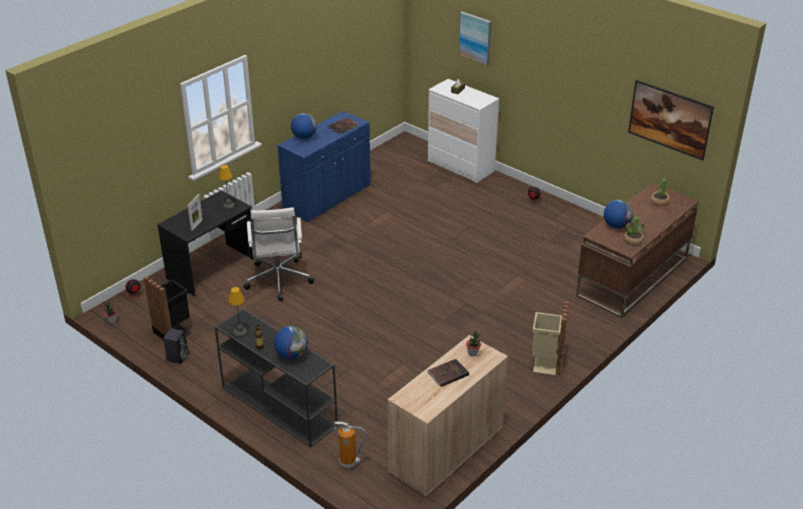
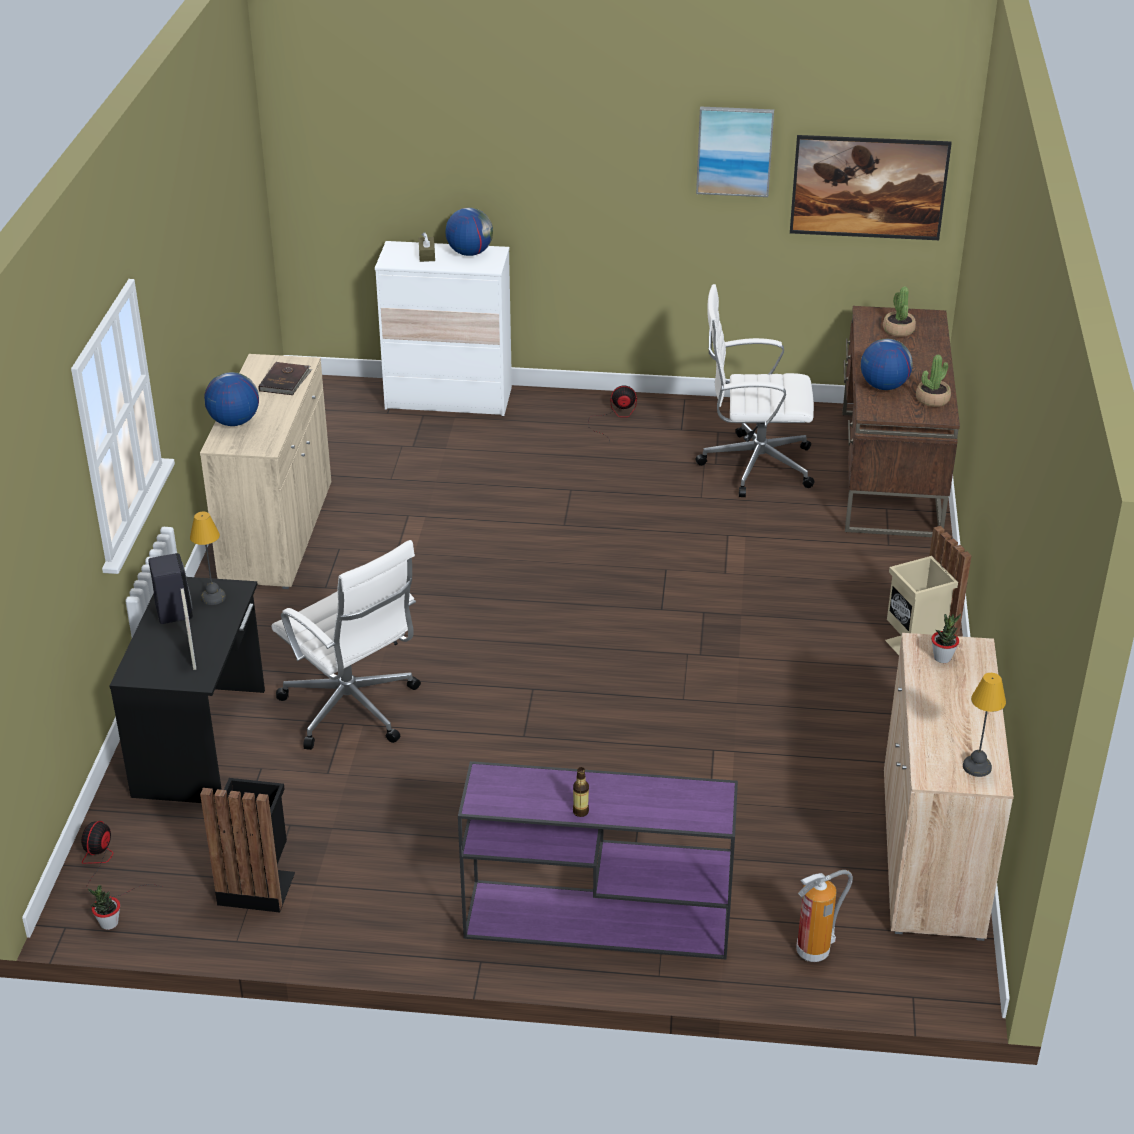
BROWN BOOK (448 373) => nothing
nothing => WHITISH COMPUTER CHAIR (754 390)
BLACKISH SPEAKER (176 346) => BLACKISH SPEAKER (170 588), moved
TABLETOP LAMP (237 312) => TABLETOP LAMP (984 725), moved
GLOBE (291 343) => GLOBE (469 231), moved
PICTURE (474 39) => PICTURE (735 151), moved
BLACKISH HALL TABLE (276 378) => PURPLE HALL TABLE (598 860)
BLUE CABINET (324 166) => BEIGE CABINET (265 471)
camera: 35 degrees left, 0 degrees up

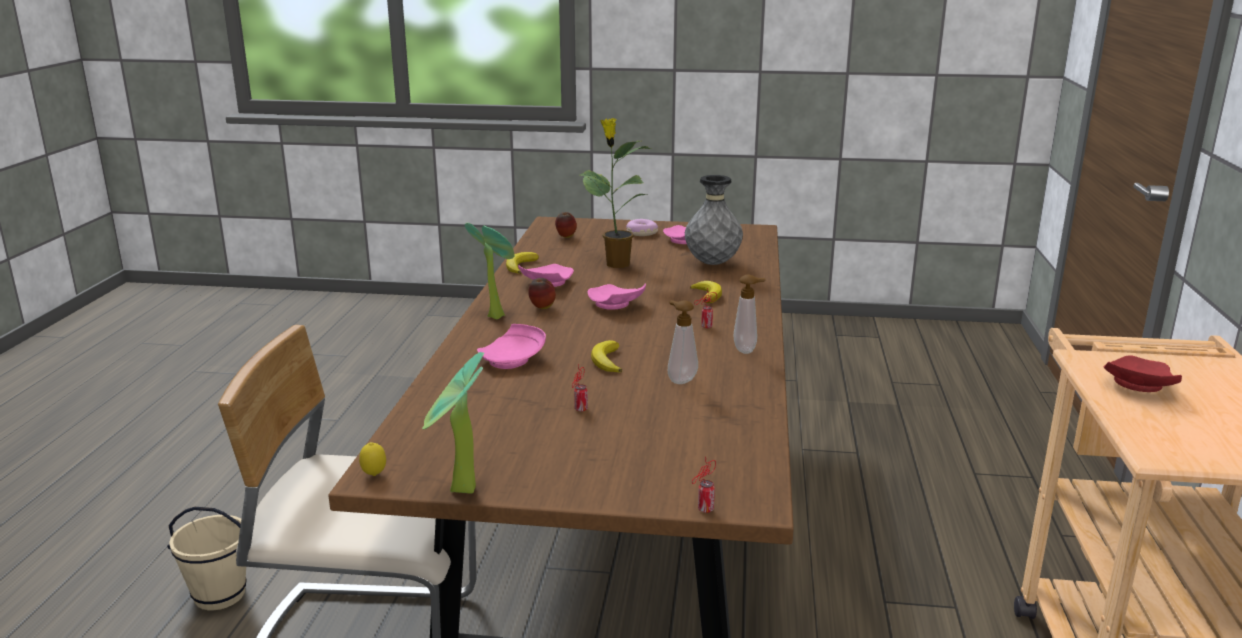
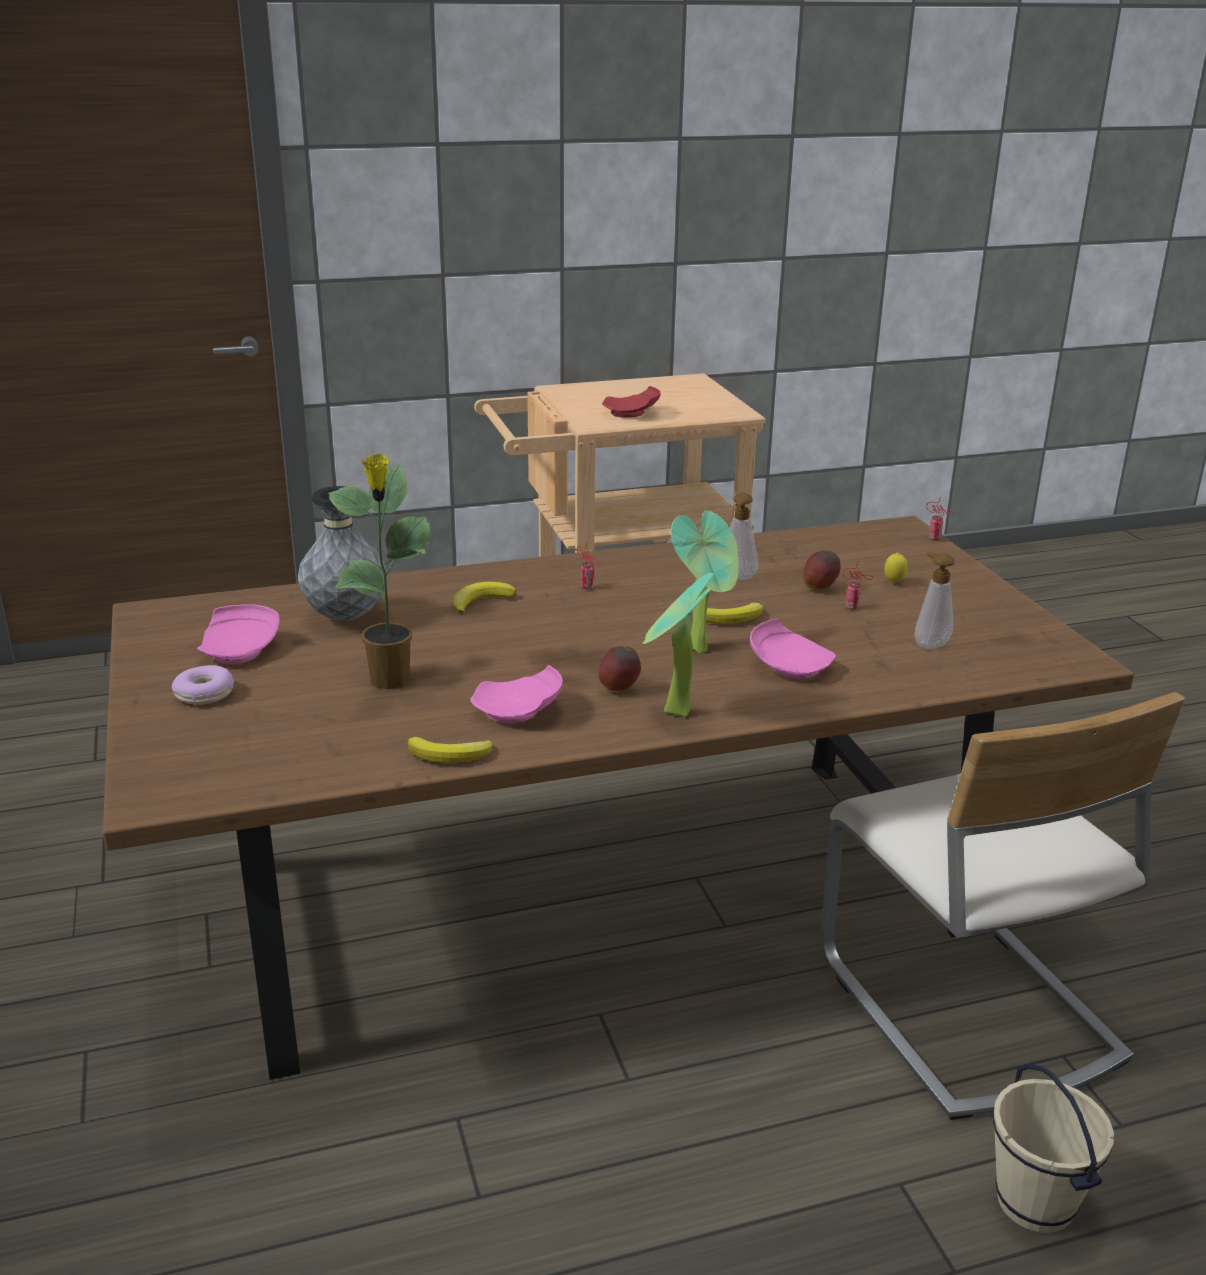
PINK-COLOURED PLATE (617 296) => nothing
LEMON (372 459) => LEMON (896 568), moved
HOUSEPLANT (453 423) => HOUSEPLANT (705 582), moved
APPLE (566 225) => APPLE (822 570), moved
SOAP BOTTLE (750 314) => SOAP BOTTLE (934 600), moved
camera: 115 degrees left, 5 degrees up

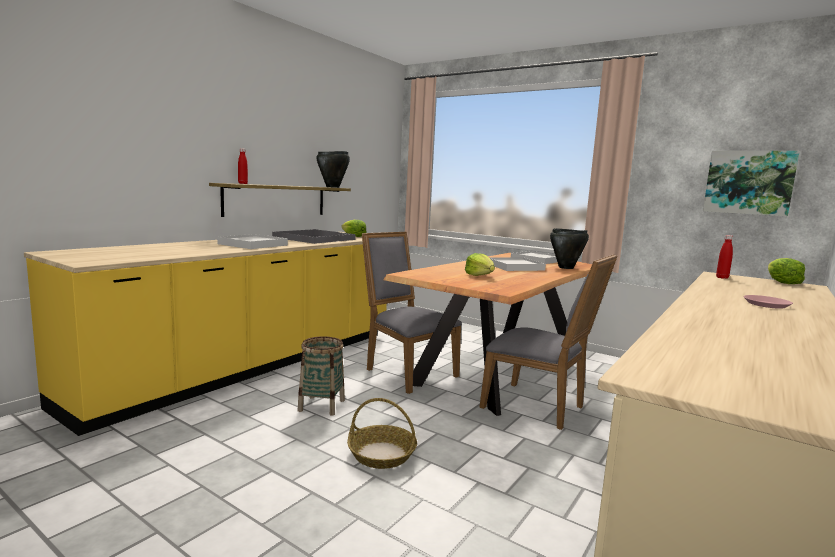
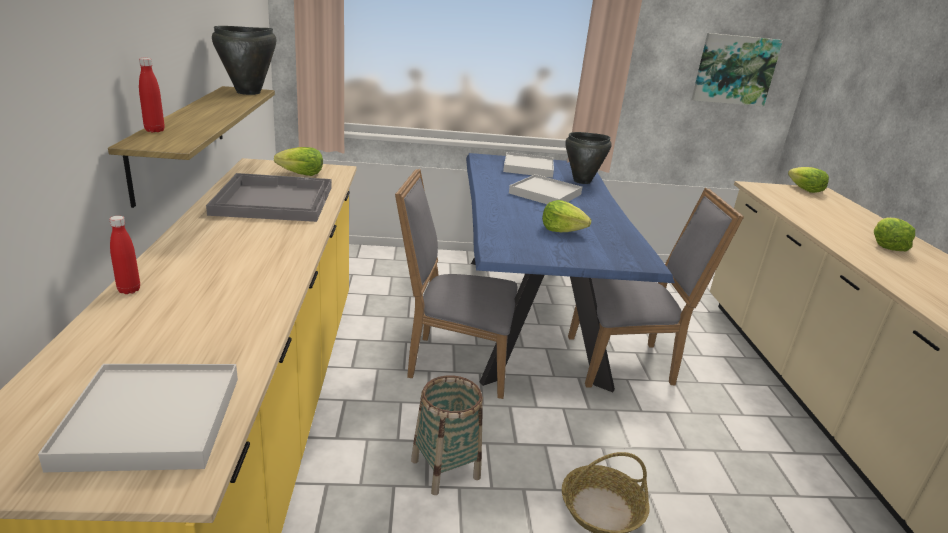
WHITISH TRAY (252 241) => WHITISH TRAY (138 418), moved
REDDISH BEVERAGE BOTTLE (724 257) => REDDISH BEVERAGE BOTTLE (124 255), moved
PINK-COLOURED PLATE (768 302) => LETTUCE HEAD (894 234)
BROWN DINING TABLE (487 334) => BLUE DINING TABLE (570 272)
camera: 40 degrees left, 15 degrees up

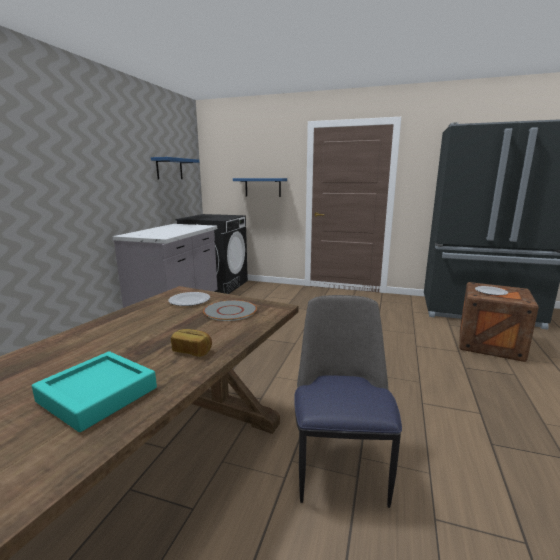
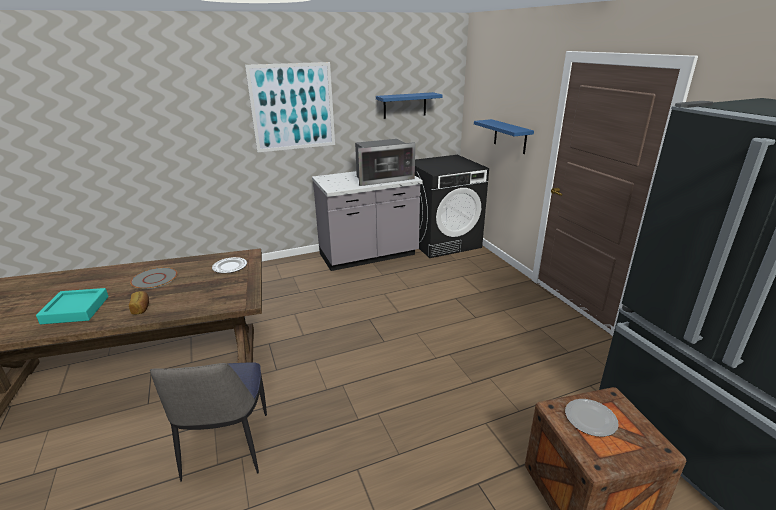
nothing => PICTURE (290 107)
nothing => MICROWAVE OVEN (385 162)
GRAY PLATE (230 310) => GRAY PLATE (153 278), moved
CHAIR (348 401) => CHAIR (208 422), 120 degrees clockwise
camera: 50 degrees right, 10 degrees up

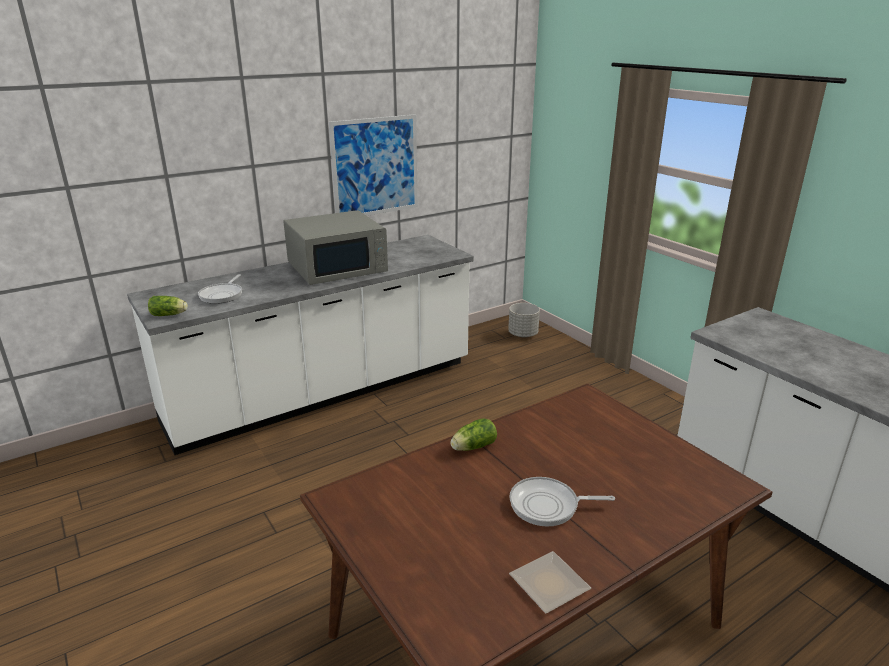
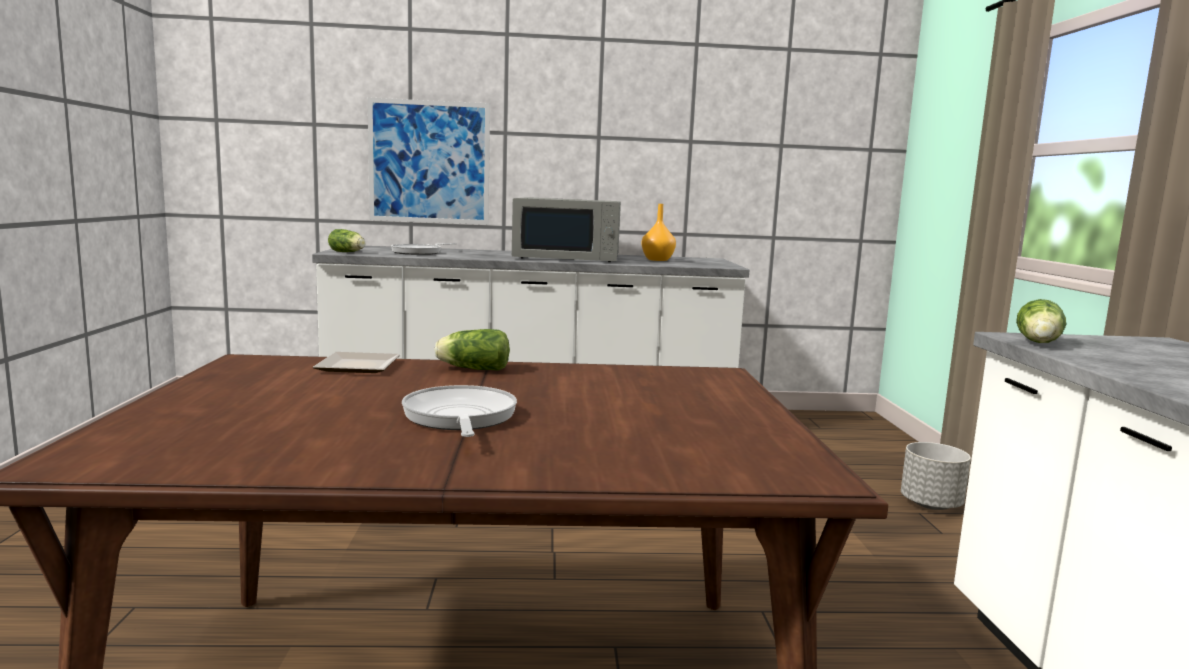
nothing => ORANGE DECORATIVE VASE (659 232)
nothing => LETTUCE HEAD (1041 321)
PICTURE (373 165) => PICTURE (429 161), moved
GRAY PLANT POT (524 320) => GRAY PLANT POT (936 476), moved
PLATE (550 582) => PLATE (356 362), moved
FRYING PAN (562 502) => FRYING PAN (459 411), 45 degrees clockwise
camera: 30 degrees right, 15 degrees down

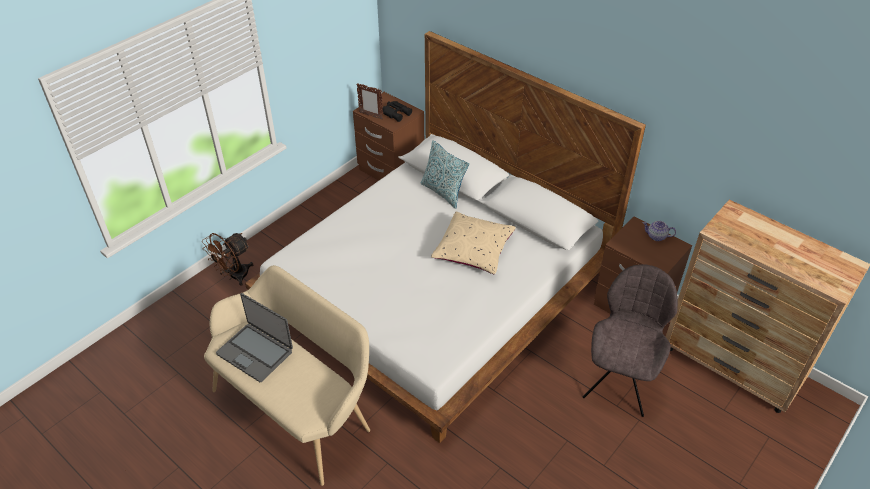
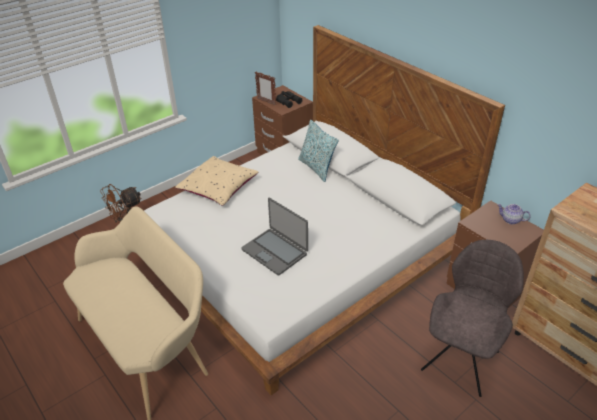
NOTEBOOK COMPUTER (254 337) => NOTEBOOK COMPUTER (274 236), moved
BEIGE PILLOW (473 243) => BEIGE PILLOW (216 181), moved
camera: 10 degrees right, 5 degrees down

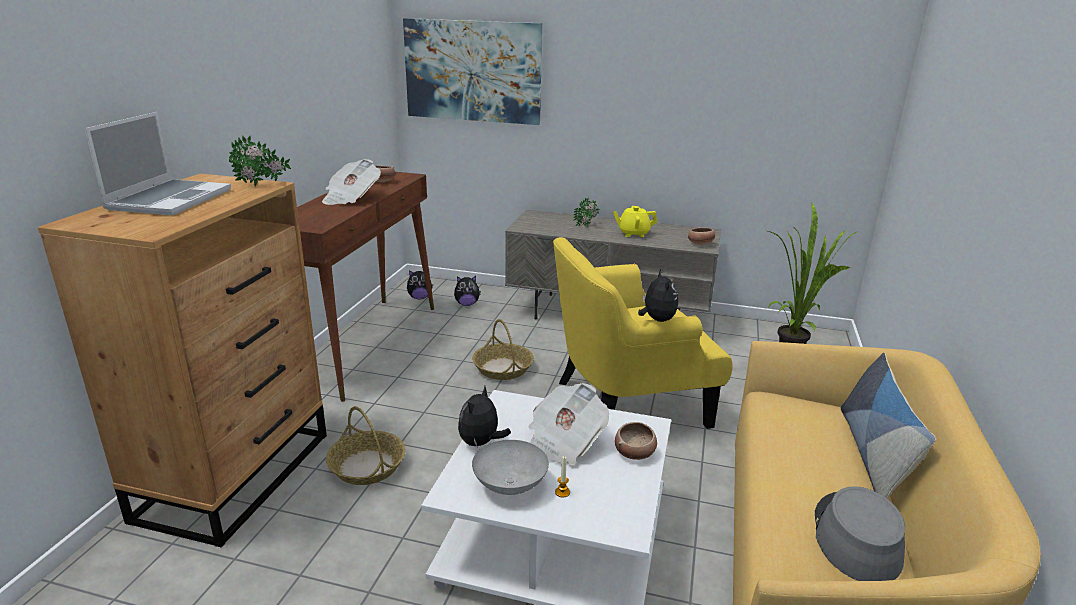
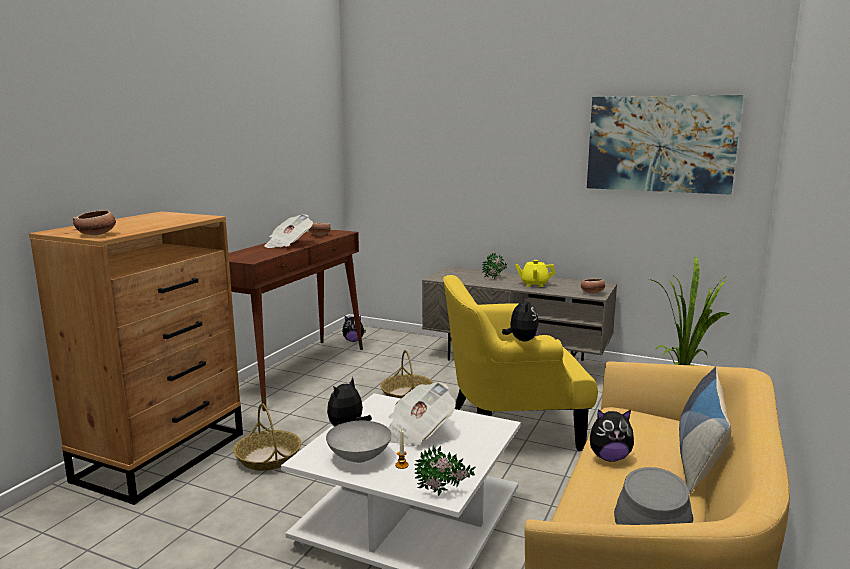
NOTEBOOK COMPUTER (158 163) => nothing
HOUSEPLANT (260 160) => HOUSEPLANT (445 470), moved
PICTURE (472 71) => PICTURE (665 145), moved
PLUSH TOY (467 291) => PLUSH TOY (612 435), moved
SERVING BOWL (636 441) => SERVING BOWL (94 222), moved
camera: 10 degrees right, 10 degrees down

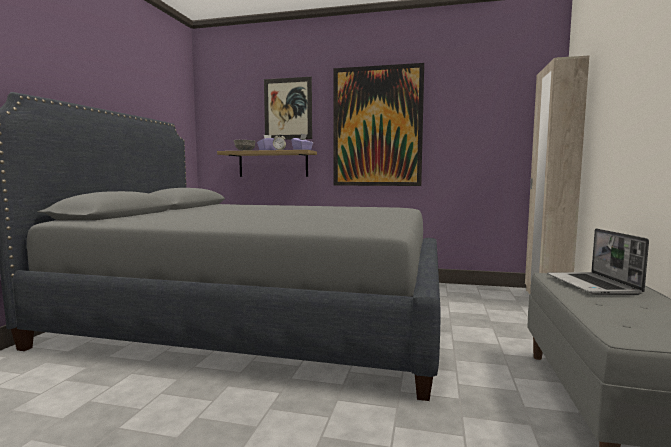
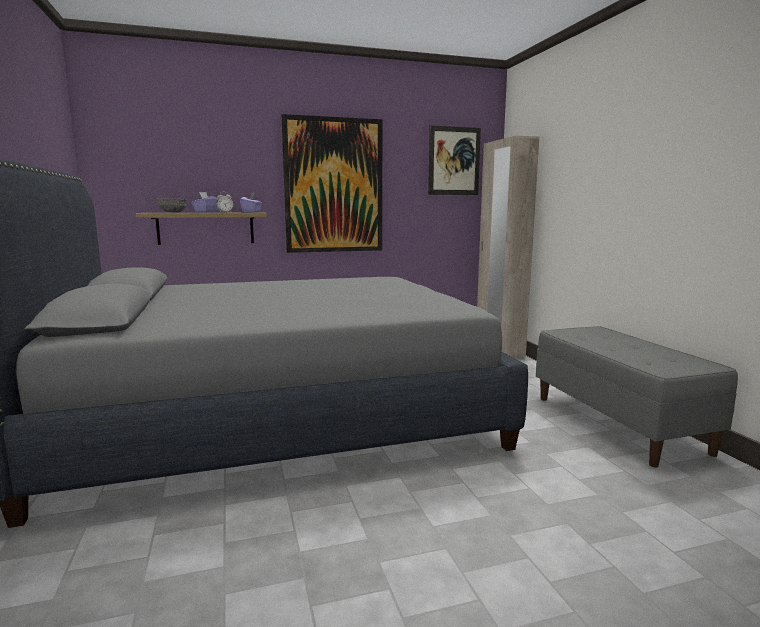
NOTEBOOK COMPUTER (598 261) => nothing
PICTURE (288 108) => PICTURE (454 160), moved
camera: 30 degrees left, 5 degrees up

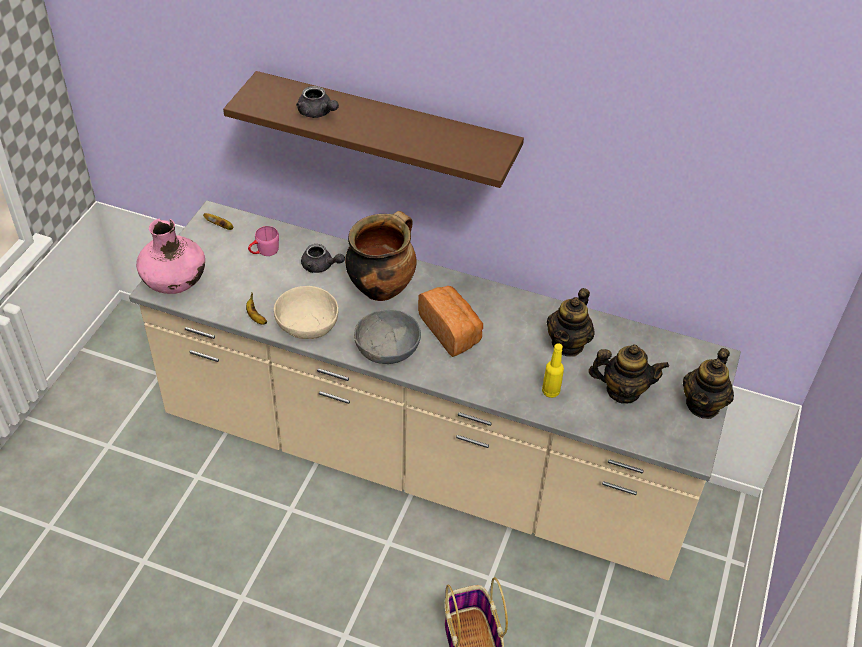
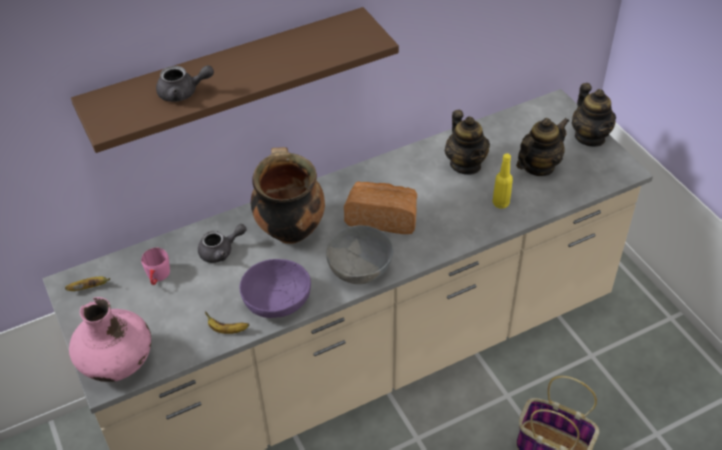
BEIGE SERVING BOWL (306 312) => PURPLE SERVING BOWL (275 288)
camera: 45 degrees left, 0 degrees up

